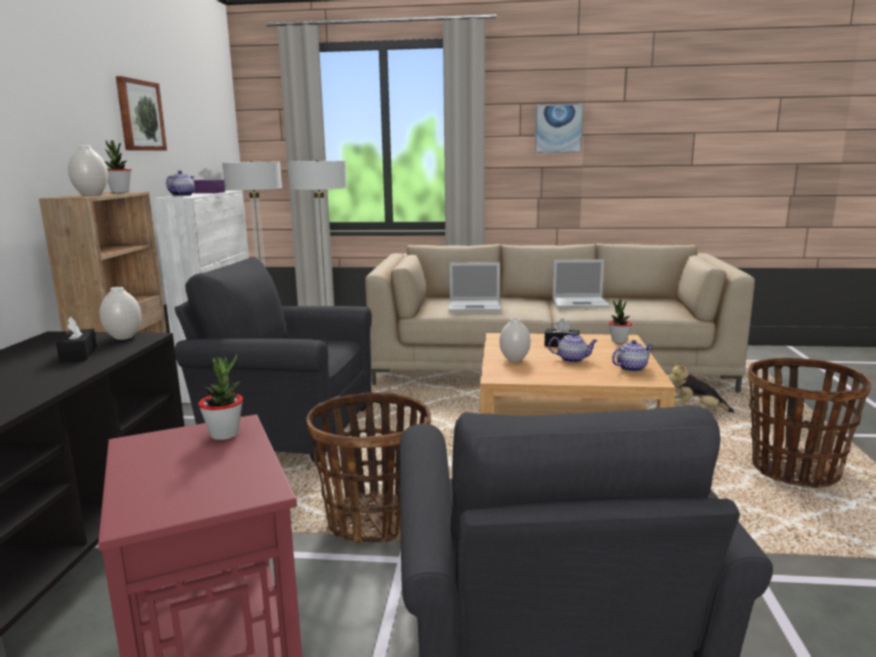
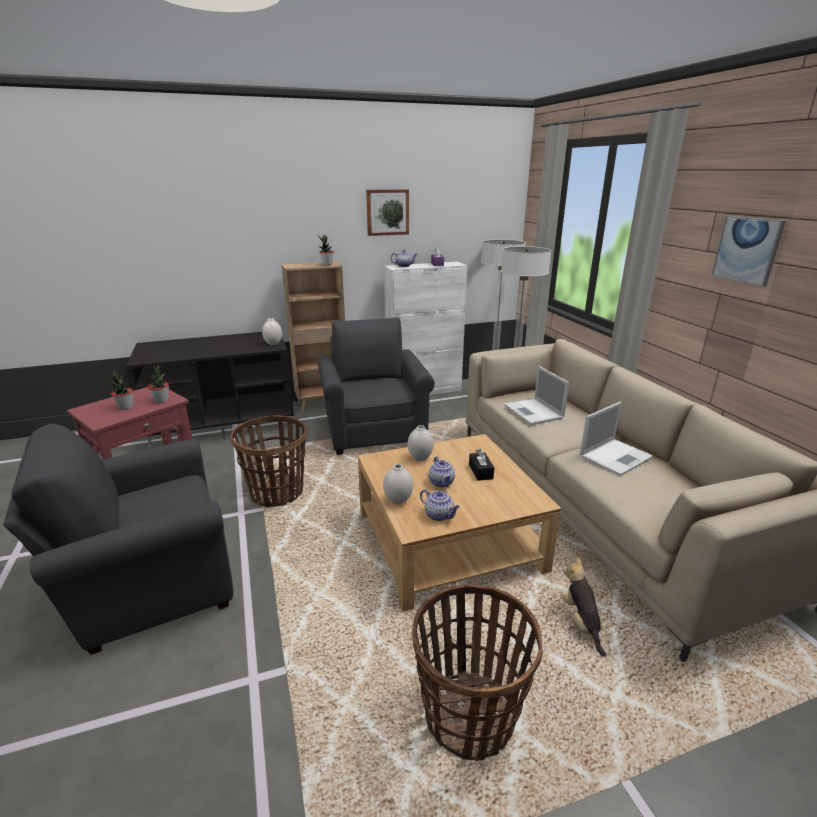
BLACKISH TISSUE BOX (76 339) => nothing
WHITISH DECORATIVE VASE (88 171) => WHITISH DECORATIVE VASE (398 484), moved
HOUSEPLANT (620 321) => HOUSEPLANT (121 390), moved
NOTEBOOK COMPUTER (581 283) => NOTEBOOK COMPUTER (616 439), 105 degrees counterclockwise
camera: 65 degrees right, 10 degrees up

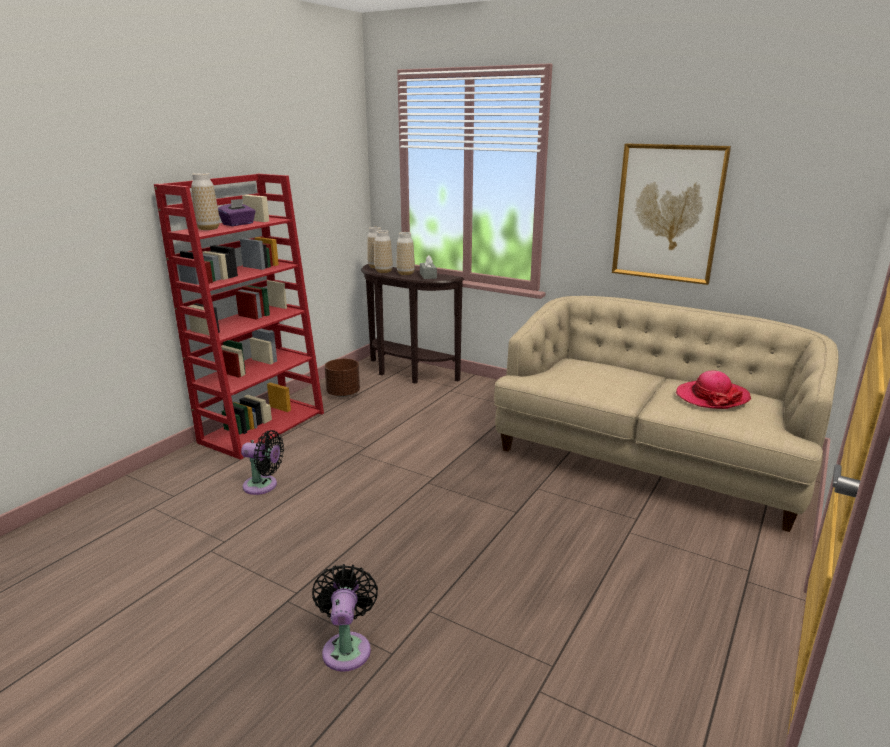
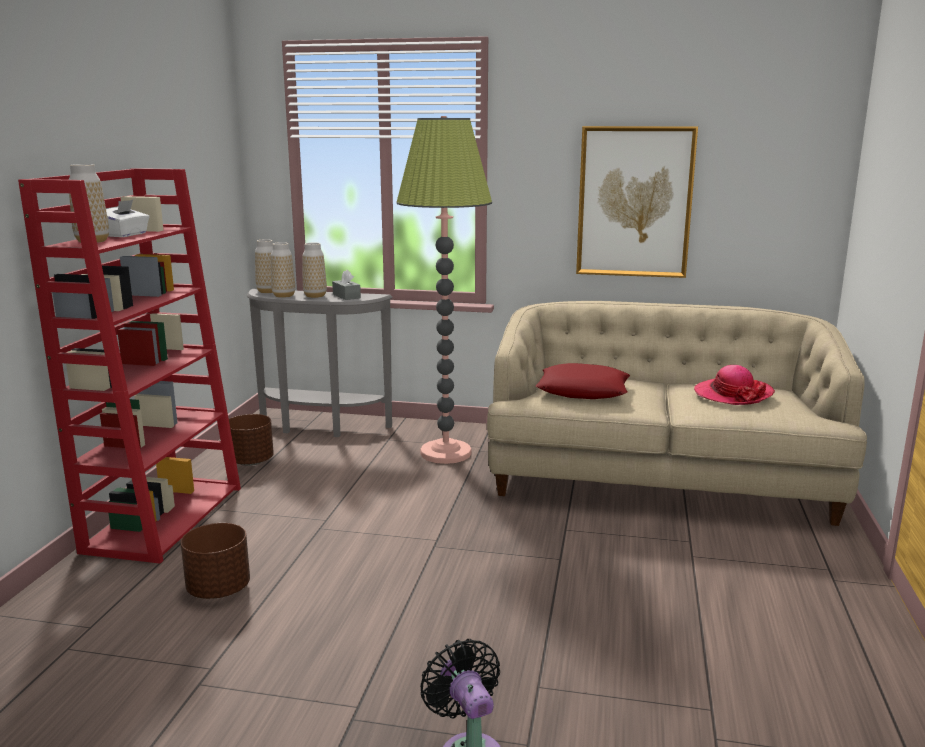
nothing => STANDARD LAMP (444 290)
nothing => REDDISH PILLOW (583 381)
BLACKISH COOLING FAN (262 462) => BROWN PLANT POT (215 561)
PURPLE TISSUE BOX (237 212) => WHITISH TISSUE BOX (127 218)
BROWN HALL TABLE (412 324) => GRAY HALL TABLE (320 363)
camera: 20 degrees left, 5 degrees down

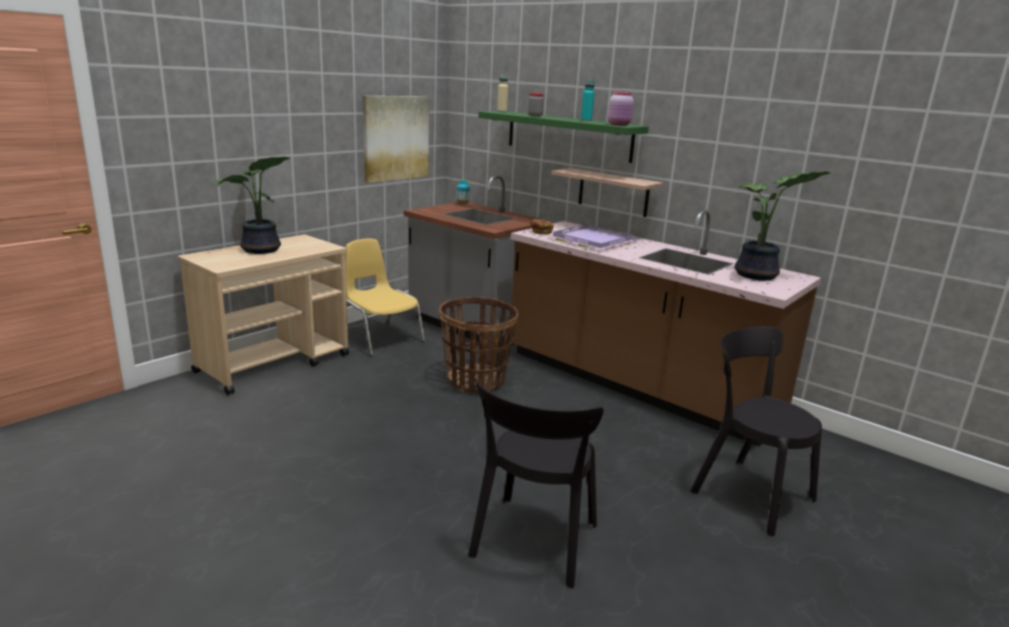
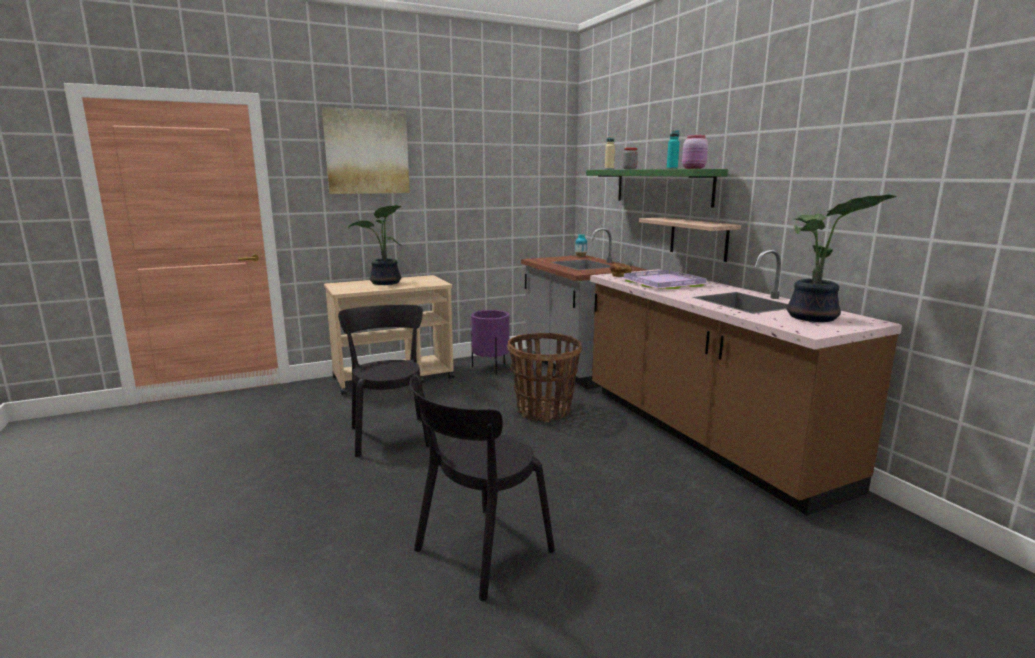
PICTURE (396 139) => PICTURE (366 150), moved
BLACKISH CHAIR (756 431) => BLACKISH CHAIR (384 381), moved
YELLOWISH CHAIR (385 297) => PURPLE PLANT POT (490 342)
camera: 25 degrees right, 5 degrees down

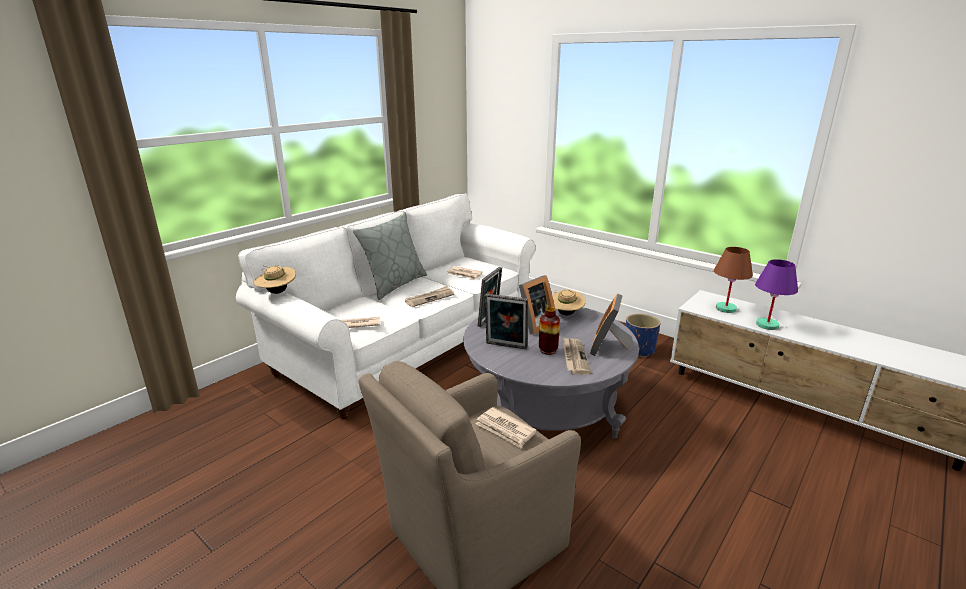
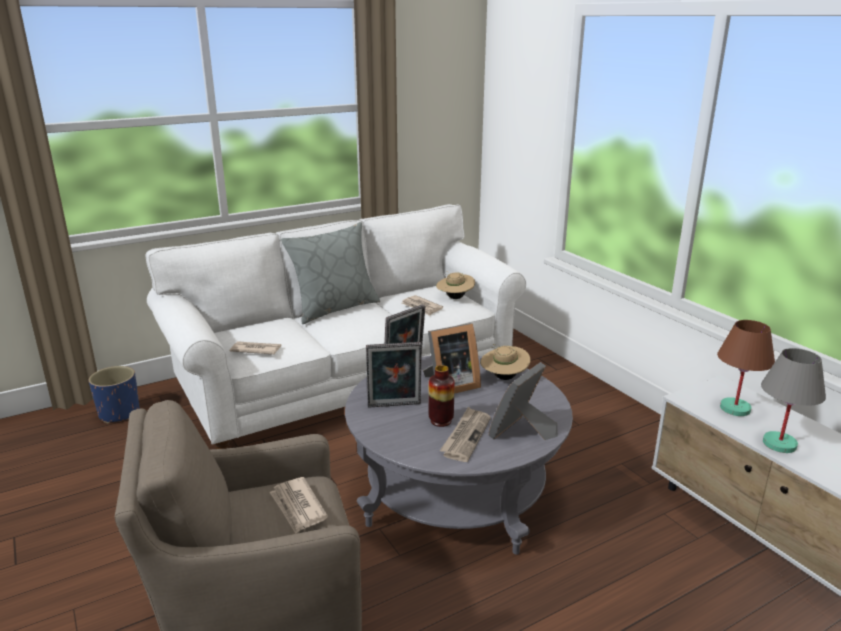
DAILY PAPER (429 296) => nothing
BEIGE WEARABLE HAT (275 280) => BEIGE WEARABLE HAT (455 285), moved
BLUE PLANT POT (643 336) => BLUE PLANT POT (114 395), moved
PURPLE TABLETOP LAMP (776 294) => GRAY TABLETOP LAMP (793 400)
STANDING FRAME (506 321) => STANDING FRAME (394 375), 45 degrees counterclockwise
camera: 20 degrees right, 0 degrees up

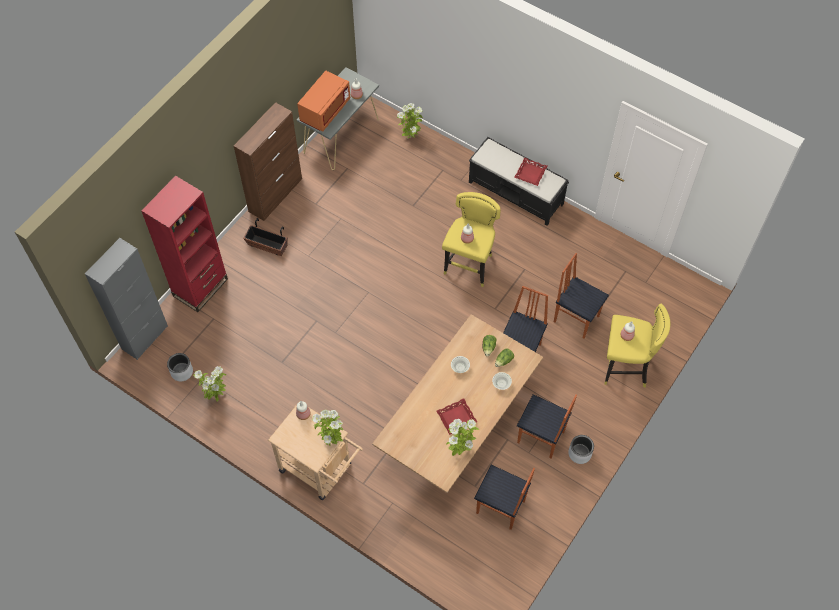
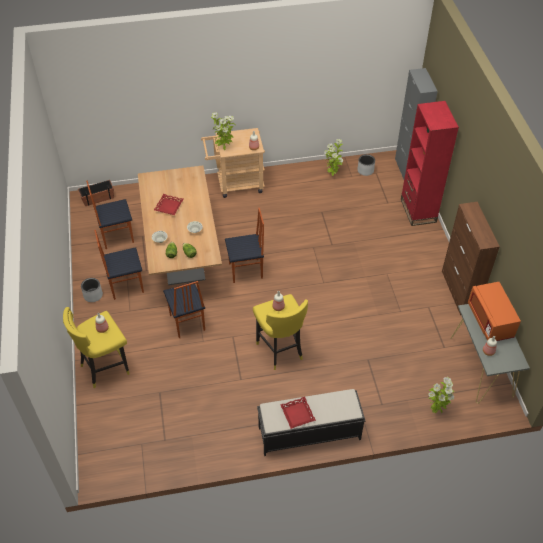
HOUSEPLANT (462 437) => nothing
PLANT POT (265 237) => PLANT POT (96 193), moved
CHAIR (581 296) => CHAIR (244 245), moved
camera: 135 degrees right, 10 degrees down

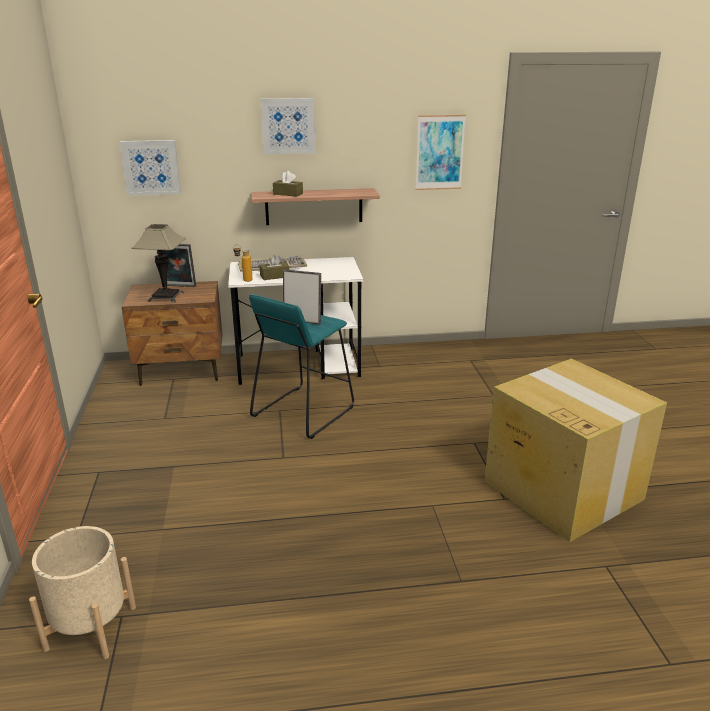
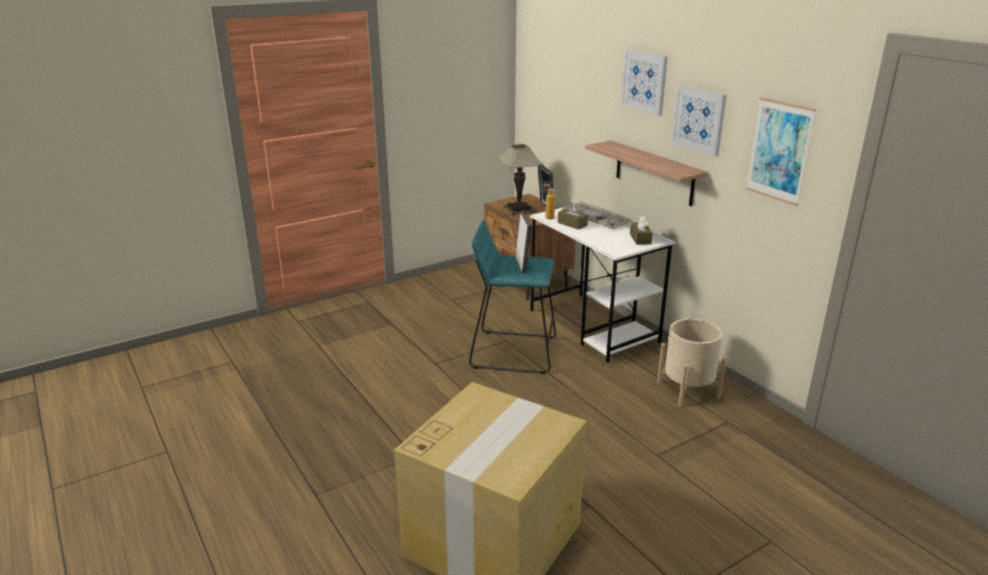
BEIGE PLANT POT (82 592) => BEIGE PLANT POT (691 362), moved
PICTURE (150 168) => PICTURE (698 121), moved
BROWN TISSUE BOX (288 184) => BROWN TISSUE BOX (641 230), moved
camera: 65 degrees right, 0 degrees up

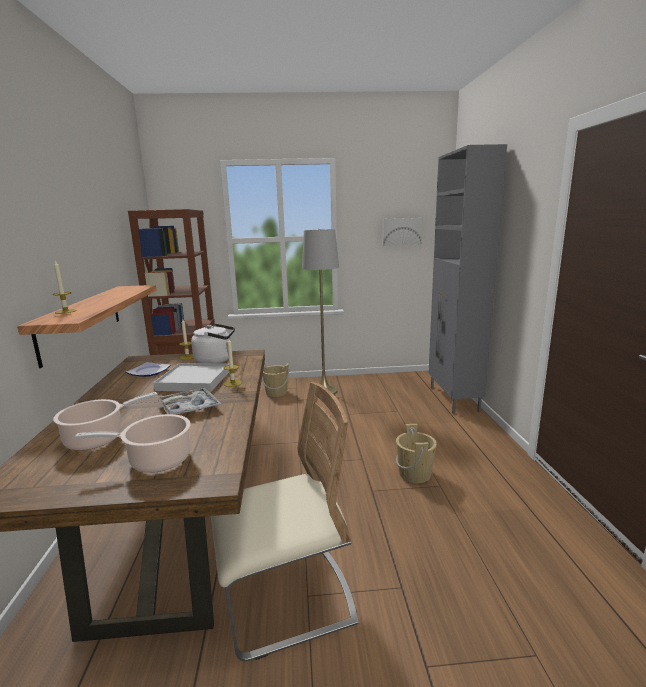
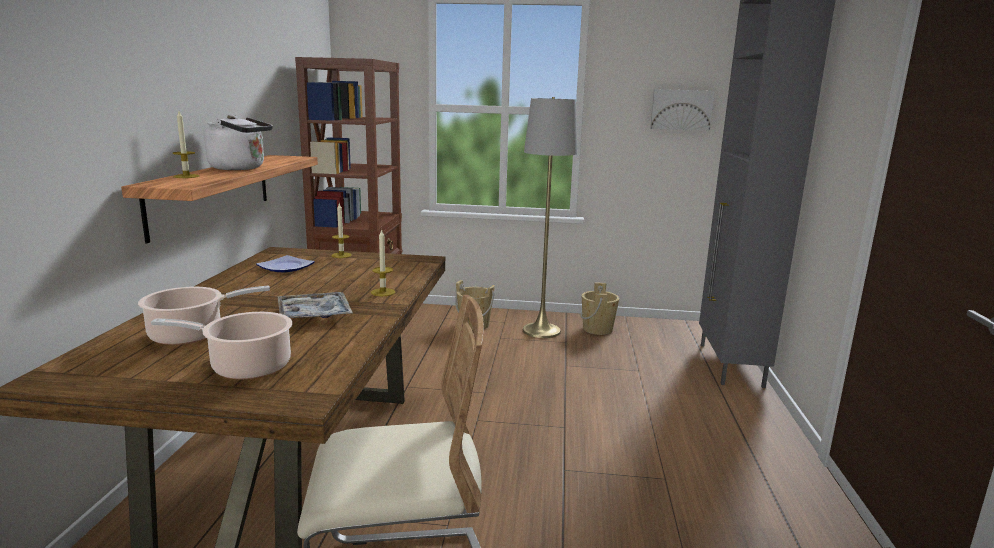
WHITISH TRAY (191 377) => nothing
WHITISH WATER KETTLE (213 343) => WHITISH WATER KETTLE (238 142), moved
BEIGE PAIL (416 453) => BEIGE PAIL (599 309), moved
camera: 10 degrees right, 0 degrees up

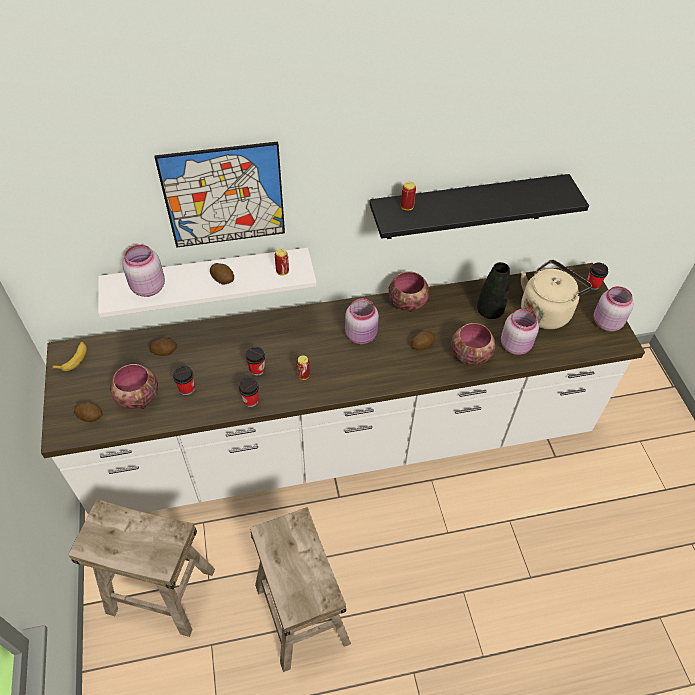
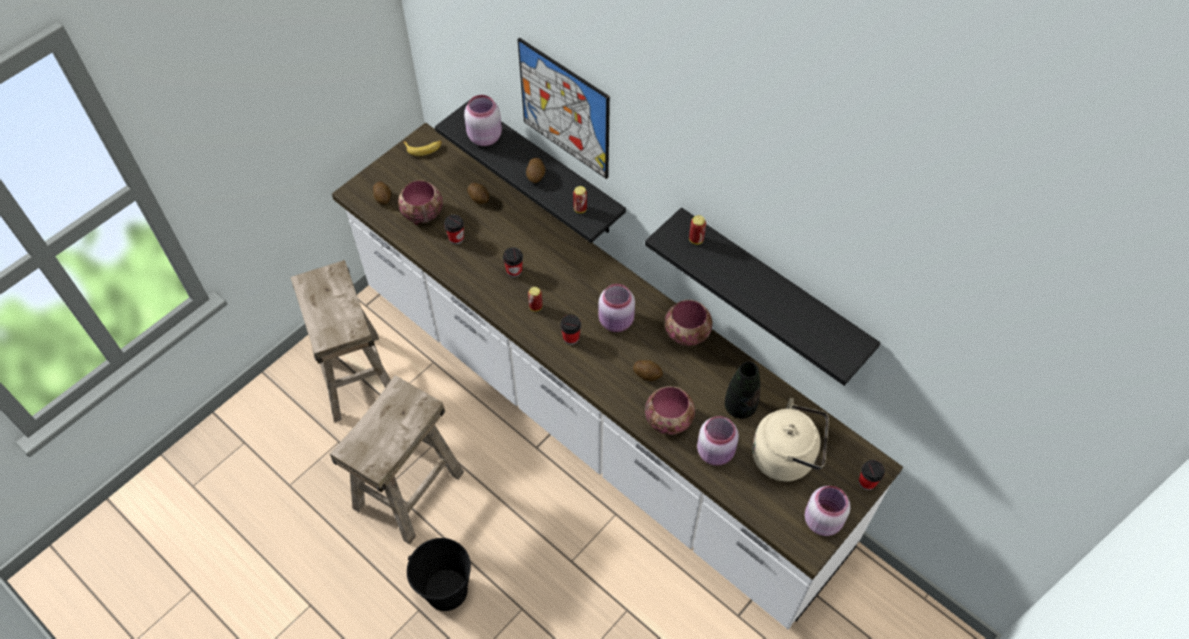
nothing => BLACKISH PAIL (439 574)
SMALL CUP (248 392) => SMALL CUP (570 330), moved
WHITISH SHELF (207 283) => BLACKISH SHELF (530 171)
camera: 55 degrees right, 5 degrees up

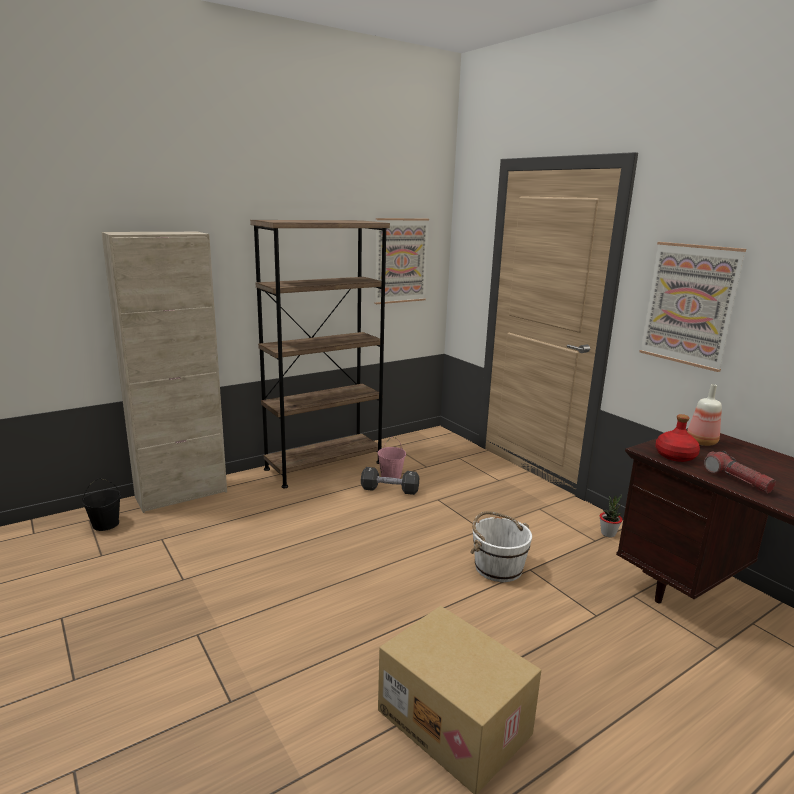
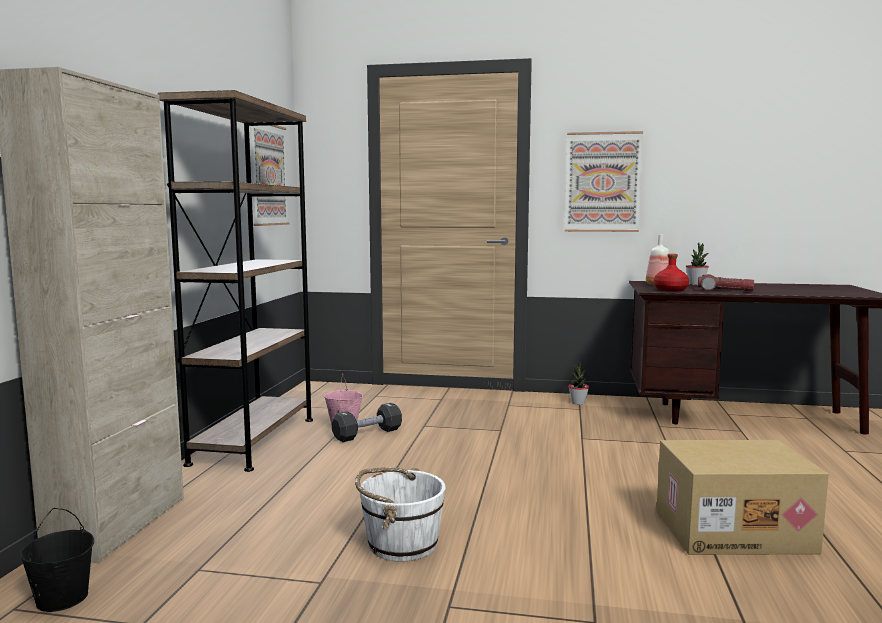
nothing => HOUSEPLANT (697 264)
WHITISH PAIL (501 546) => WHITISH PAIL (400 514), moved
camera: 45 degrees left, 10 degrees down

